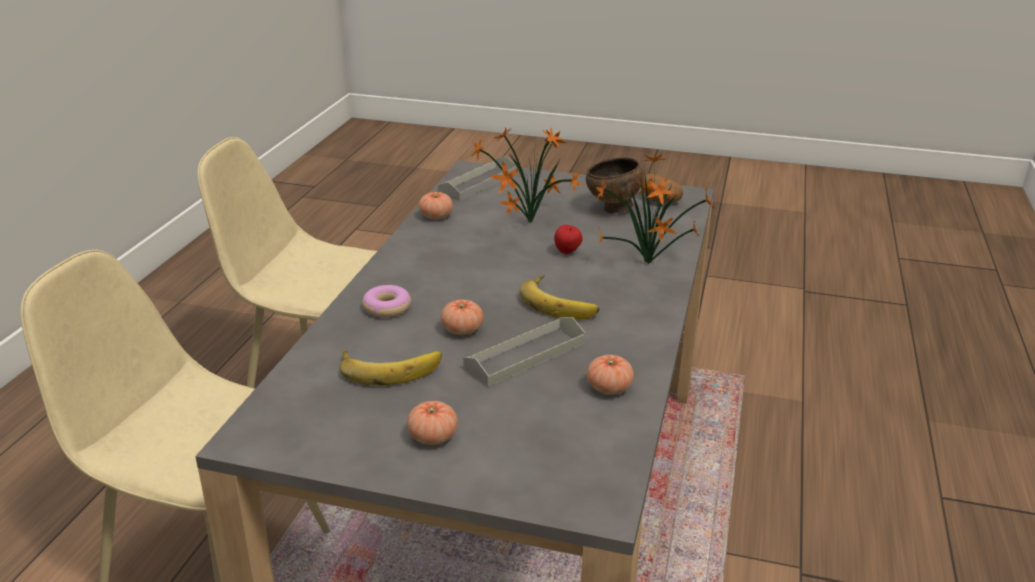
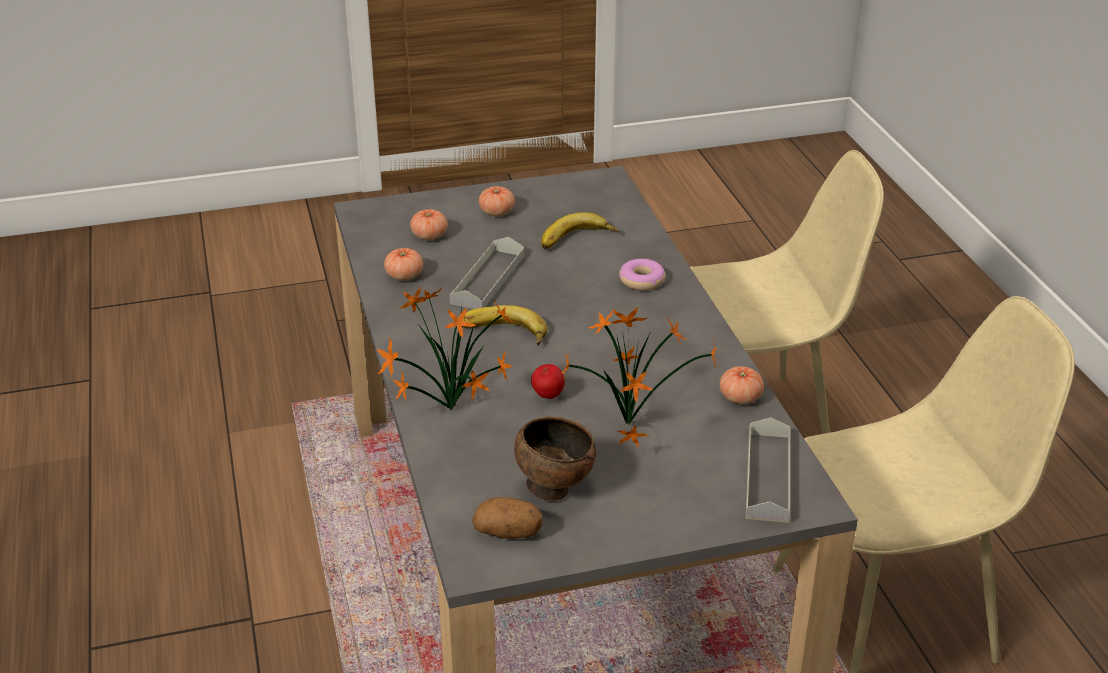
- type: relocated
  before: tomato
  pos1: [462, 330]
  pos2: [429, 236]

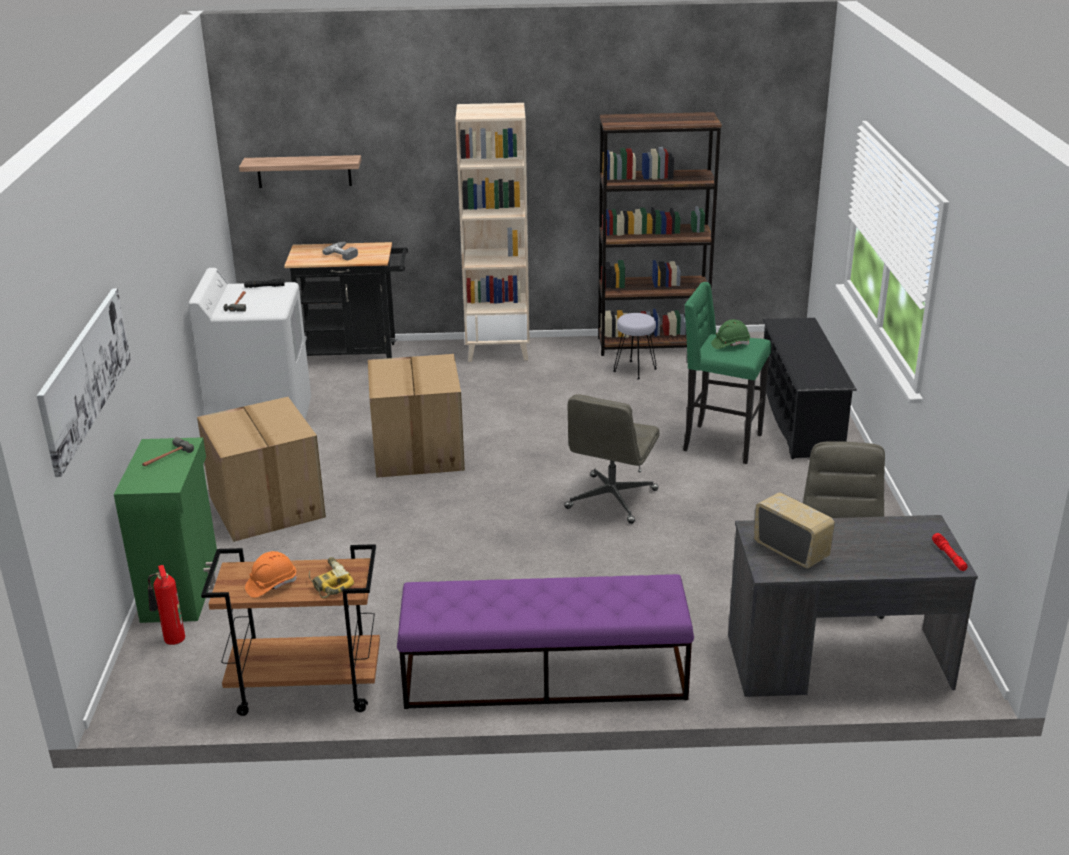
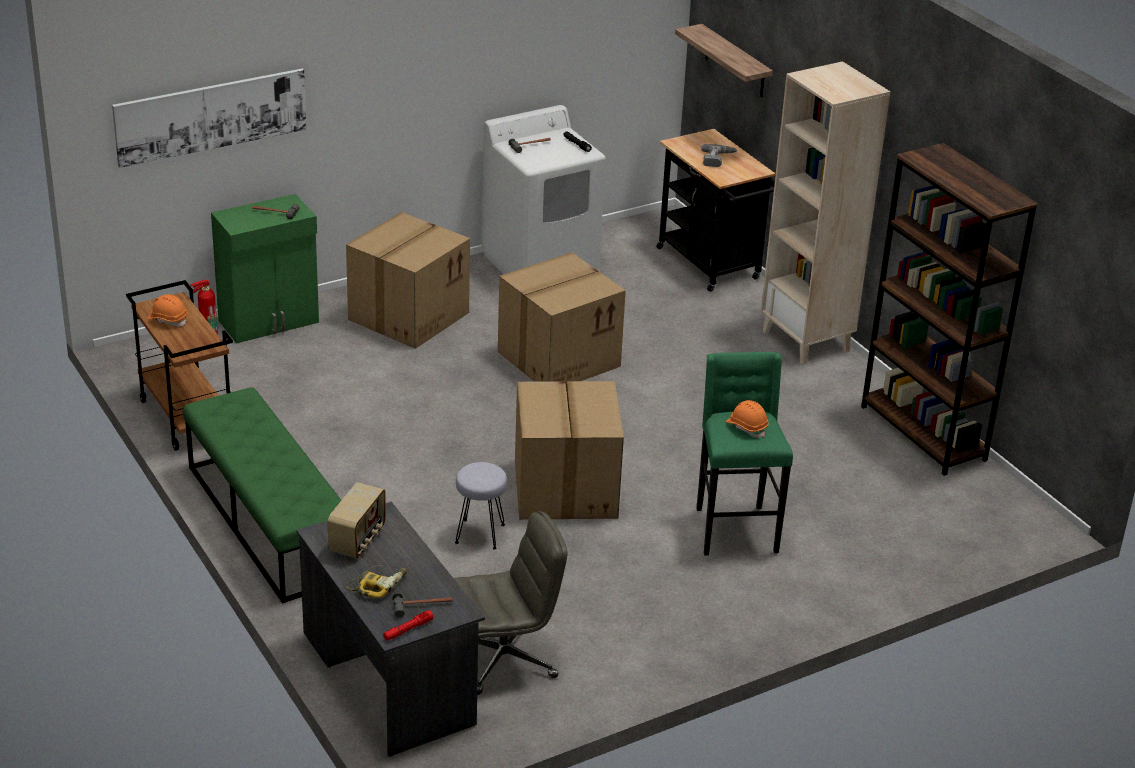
- type: missing
  before: black shoe shelf
  pos1: [800, 419]
- type: appeared
  after: tool hammer
  pos2: [422, 606]
- type: relocated
  before: drill
  pos1: [329, 583]
  pos2: [378, 585]
- type: relocated
  before: gray stool
  pos1: [635, 370]
  pos2: [480, 534]
- type: exchanged
  before: gray computer chair
  after: carton
  pos1: [611, 500]
  pos2: [563, 488]
- type: colour
  before: purple indoor bench
  after: greenish indoor bench
  pos1: [543, 676]
  pos2: [268, 522]
- type: colour
  before: greenish safety helmet
  after: orangey safety helmet
  pos1: [730, 344]
  pos2: [747, 427]

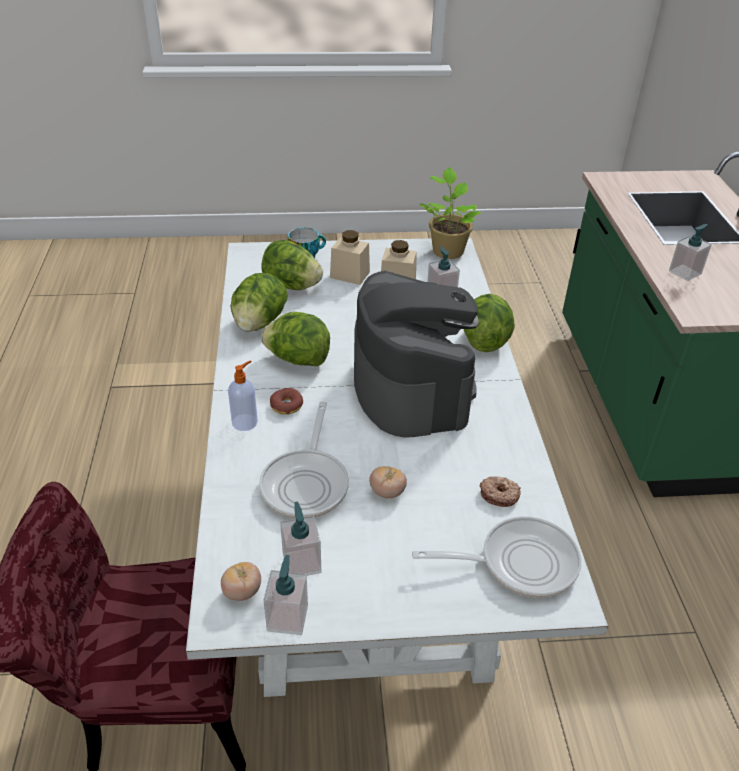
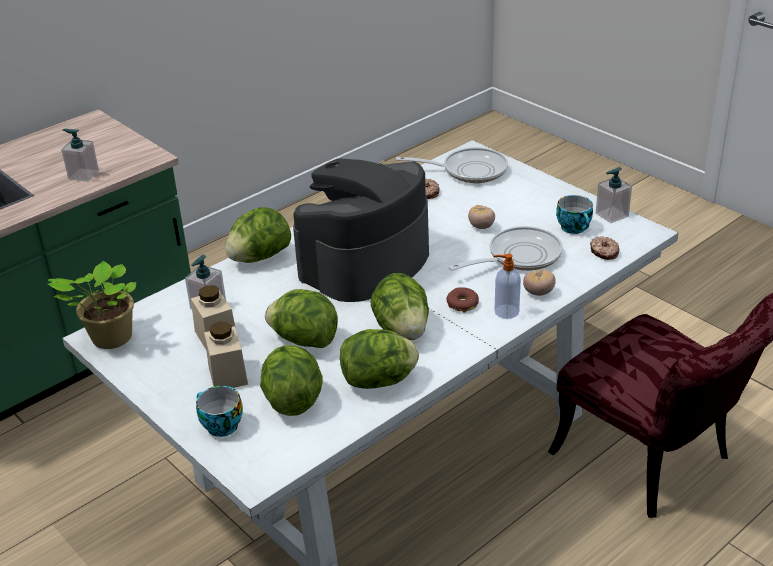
- type: appeared
  after: lettuce
  pos2: [304, 340]
- type: appeared
  after: donut
  pos2: [604, 252]
- type: relocated
  before: tomato
  pos1: [242, 591]
  pos2: [538, 292]
- type: exchanged
  before: soap dispenser
  after: small cup
  pos1: [301, 563]
  pos2: [575, 228]
- type: spun
  before: frying pan
  pos1: [519, 562]
  pos2: [468, 170]
  turn: 135

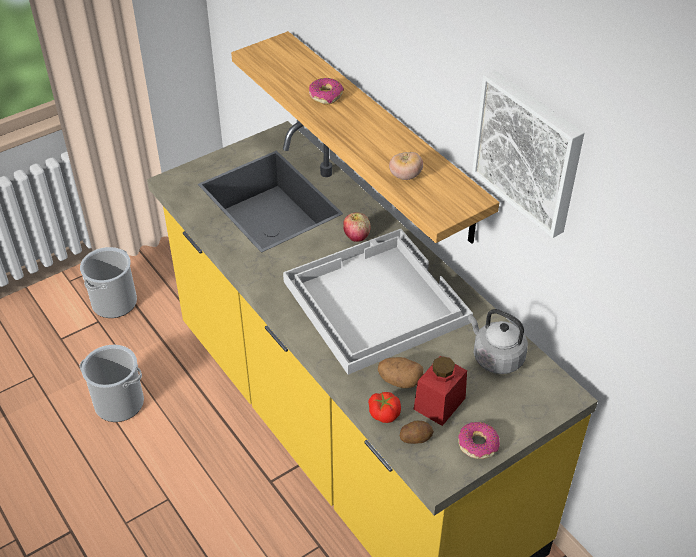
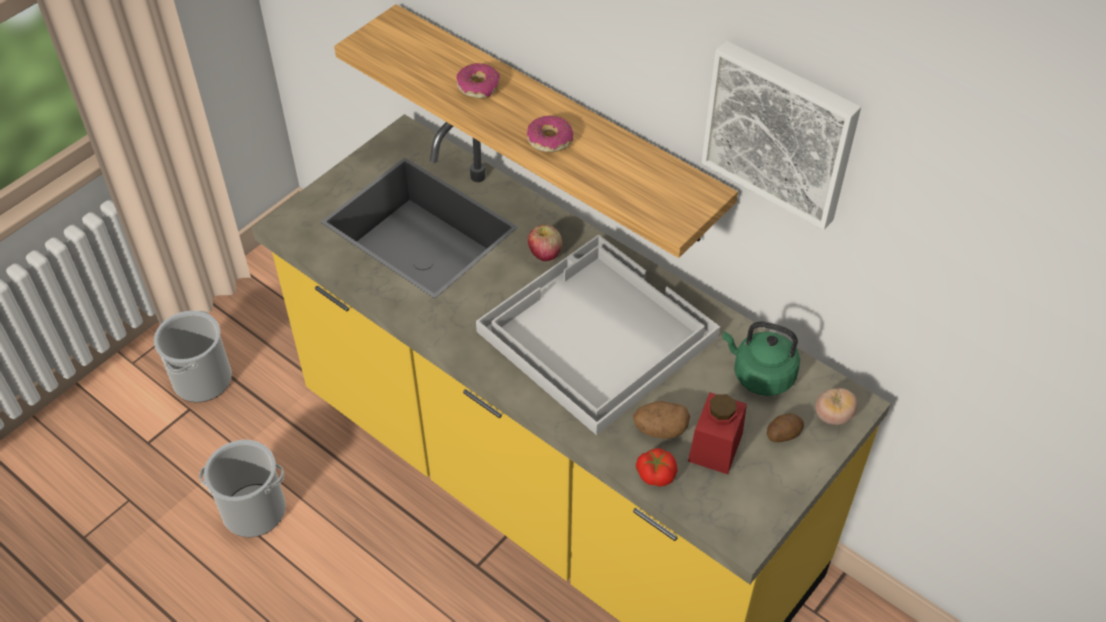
- type: relocated
  before: tomato
  pos1: [405, 176]
  pos2: [833, 416]
- type: relocated
  before: spud
  pos1: [415, 437]
  pos2: [783, 434]
- type: relocated
  before: donut
  pos1: [478, 444]
  pos2: [549, 140]
- type: colour
  before: gray water kettle
  after: greenish water kettle
  pos1: [495, 357]
  pos2: [760, 375]

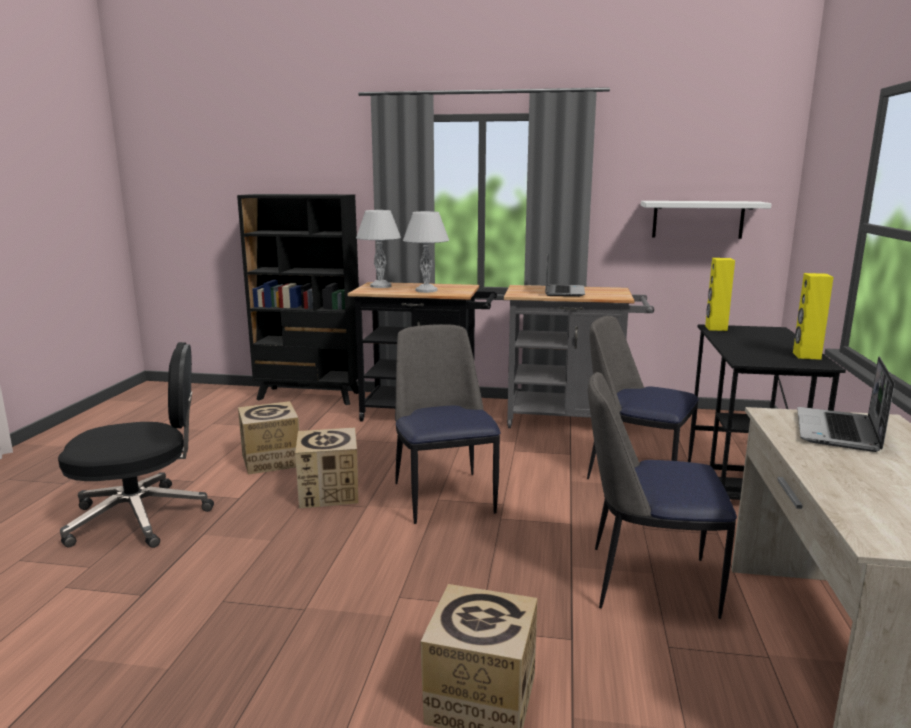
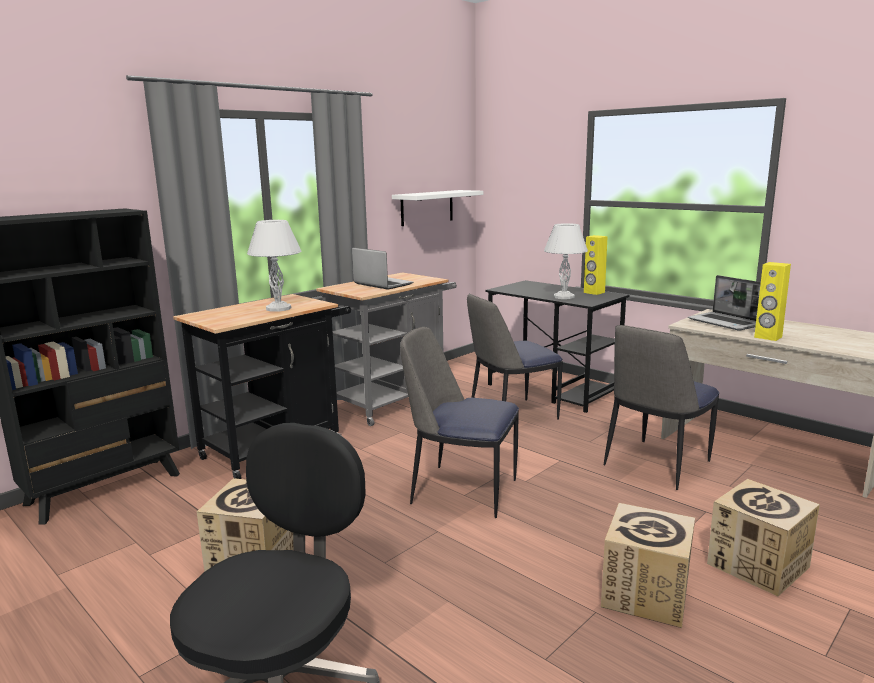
- type: relocated
  before: carton
  pos1: [329, 492]
  pos2: [645, 594]
- type: relocated
  before: white-coloured table lamp
  pos1: [380, 286]
  pos2: [564, 297]
- type: relocated
  before: yellow-coloured speaker
  pos1: [715, 328]
  pos2: [768, 337]

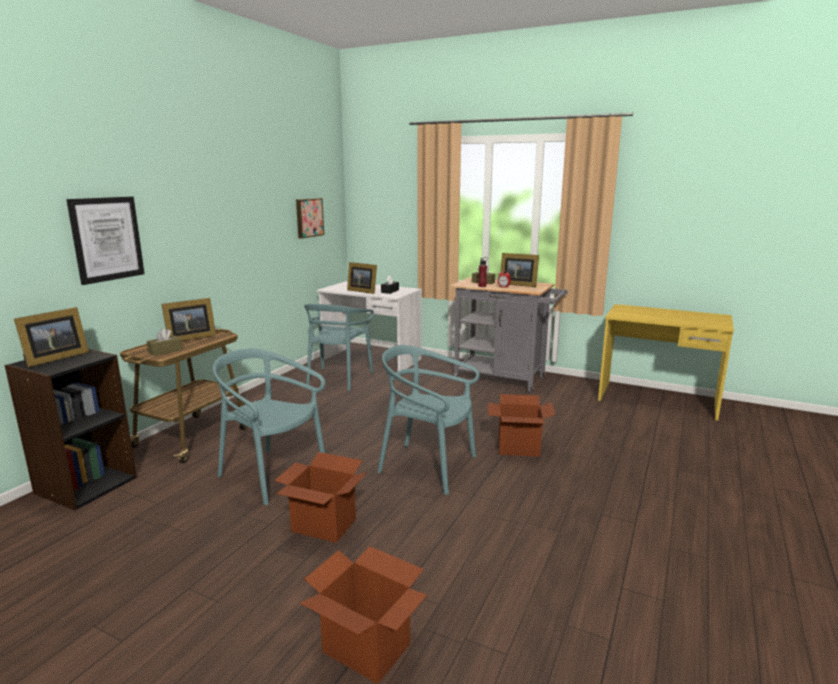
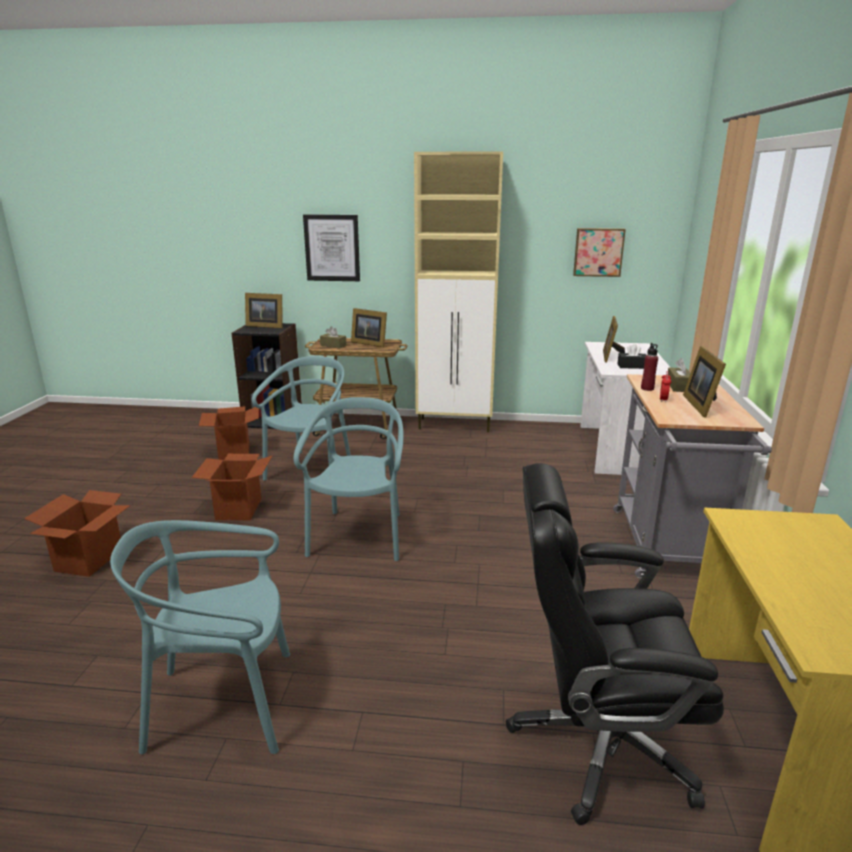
- type: appeared
  after: beige-coloured cupboard
  pos2: [455, 425]
- type: appeared
  after: black computer chair
  pos2: [598, 742]
- type: relocated
  before: turquoise plain chair
  pos1: [338, 379]
  pos2: [223, 704]
- type: relocated
  before: carton
  pos1: [518, 448]
  pos2: [234, 452]

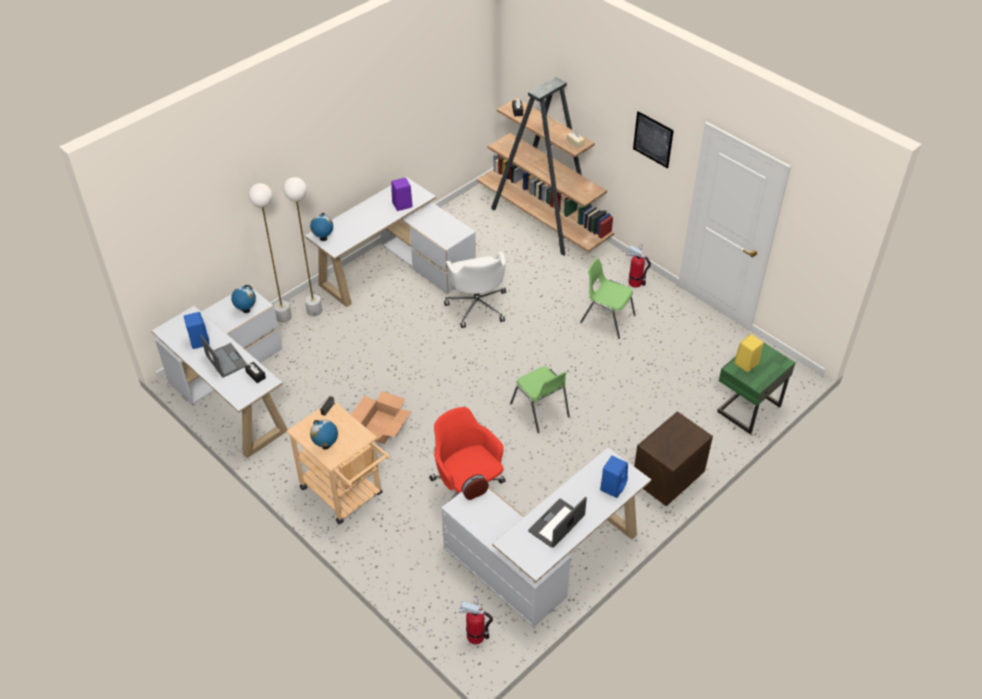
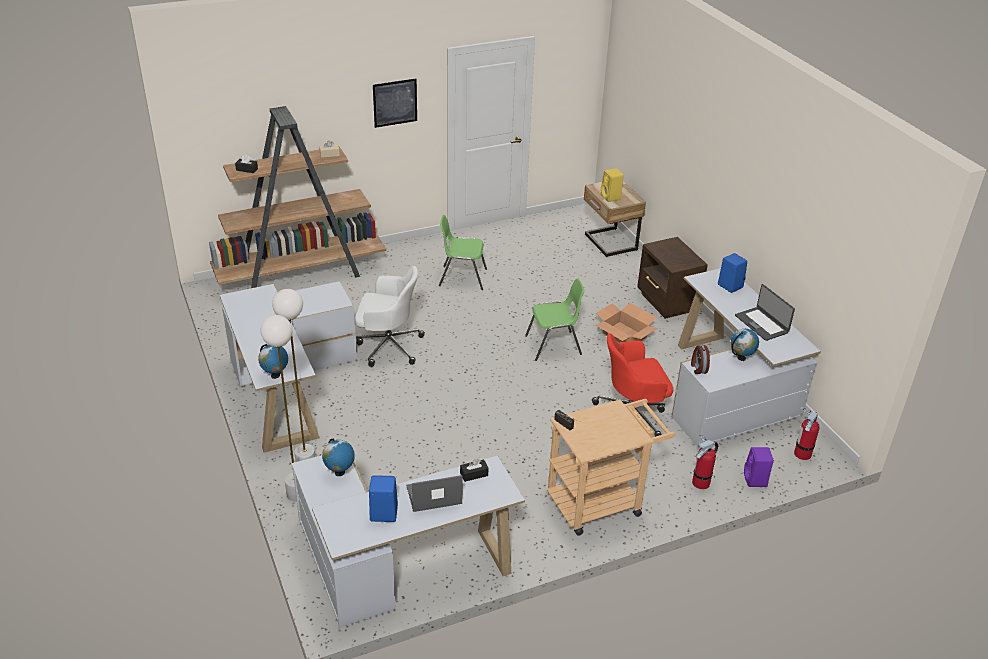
- type: relocated
  before: desk globe
  pos1: [326, 446]
  pos2: [741, 358]
- type: relocated
  before: carton
  pos1: [380, 427]
  pos2: [624, 335]
- type: relocated
  before: purple speaker
  pos1: [401, 205]
  pos2: [755, 480]
- type: relocated
  before: fire-fighting cylinder
  pos1: [635, 283]
  pos2: [701, 482]
- type: colour
  before: greenish bedside table
  after: beige-coloured bedside table
  pos1: [747, 408]
  pos2: [609, 243]
- type: spun
  before: greenish plain chair
  pos1: [606, 318]
  pos2: [462, 277]
  turn: 45

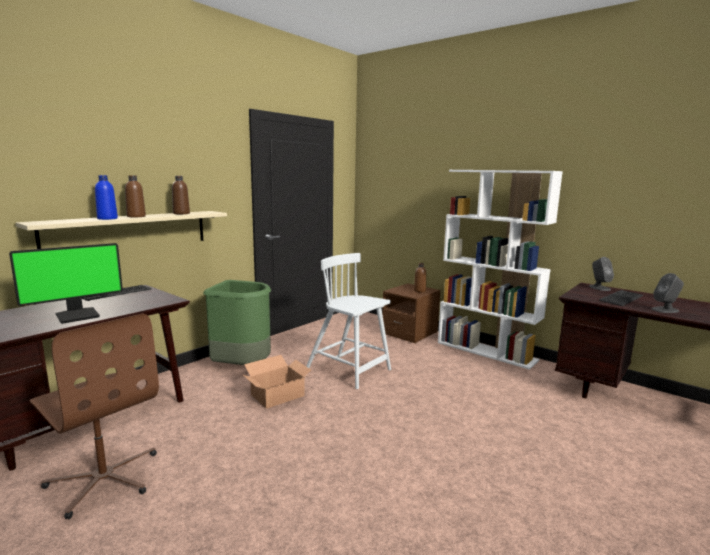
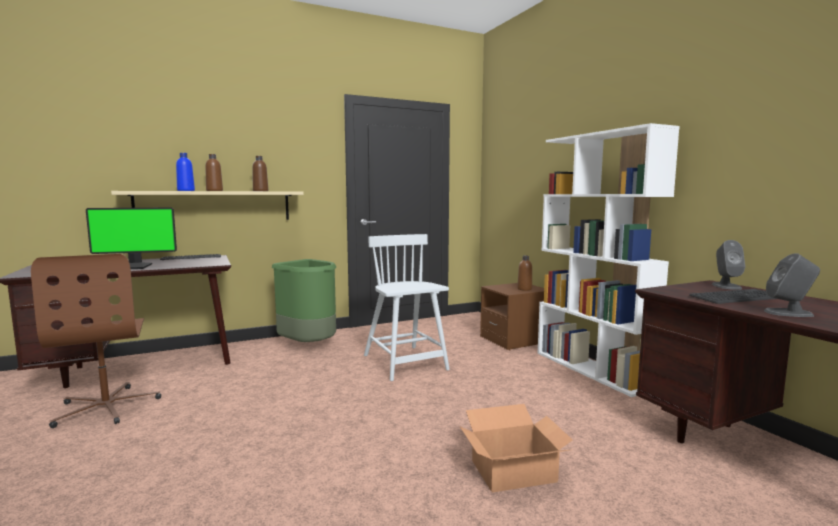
- type: relocated
  before: carton
  pos1: [278, 395]
  pos2: [514, 471]

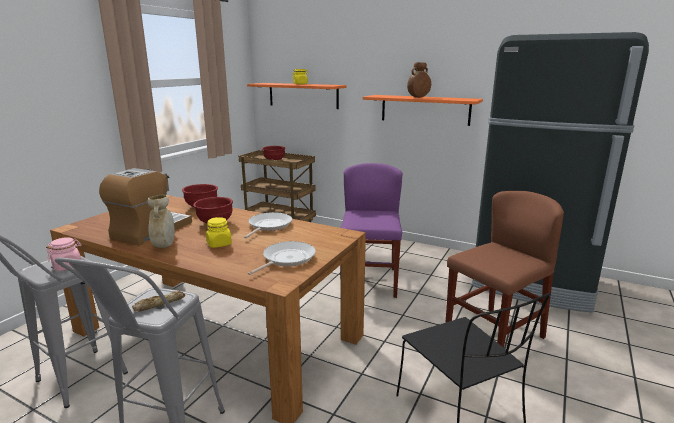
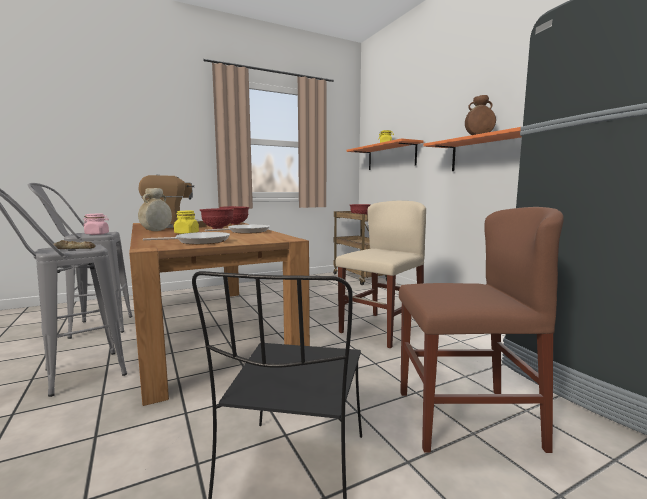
- type: colour
  before: purple plain chair
  after: beige-coloured plain chair
  pos1: [369, 281]
  pos2: [381, 329]

